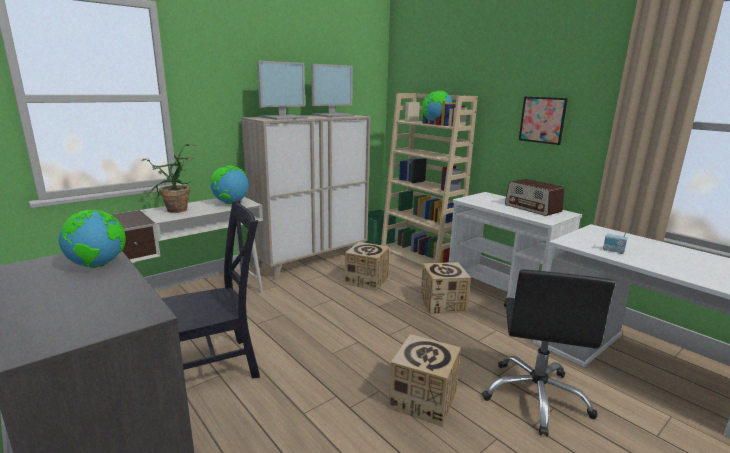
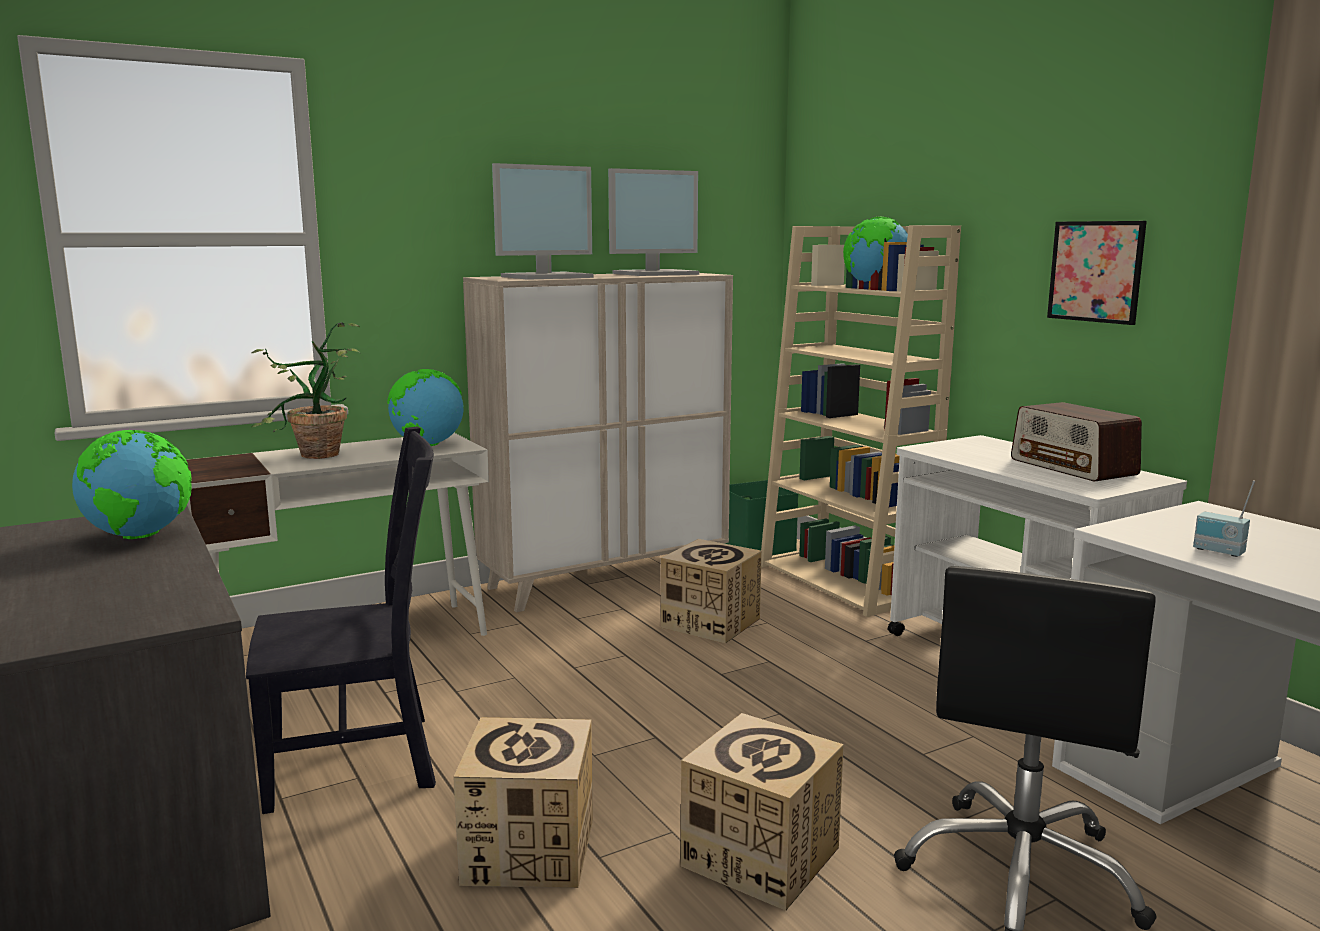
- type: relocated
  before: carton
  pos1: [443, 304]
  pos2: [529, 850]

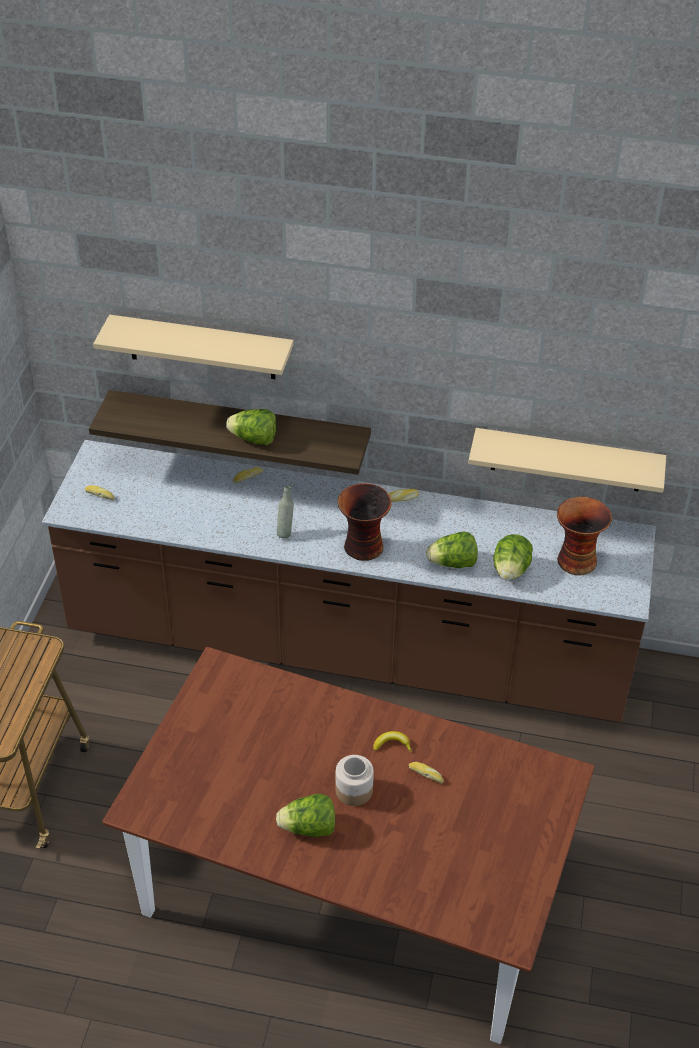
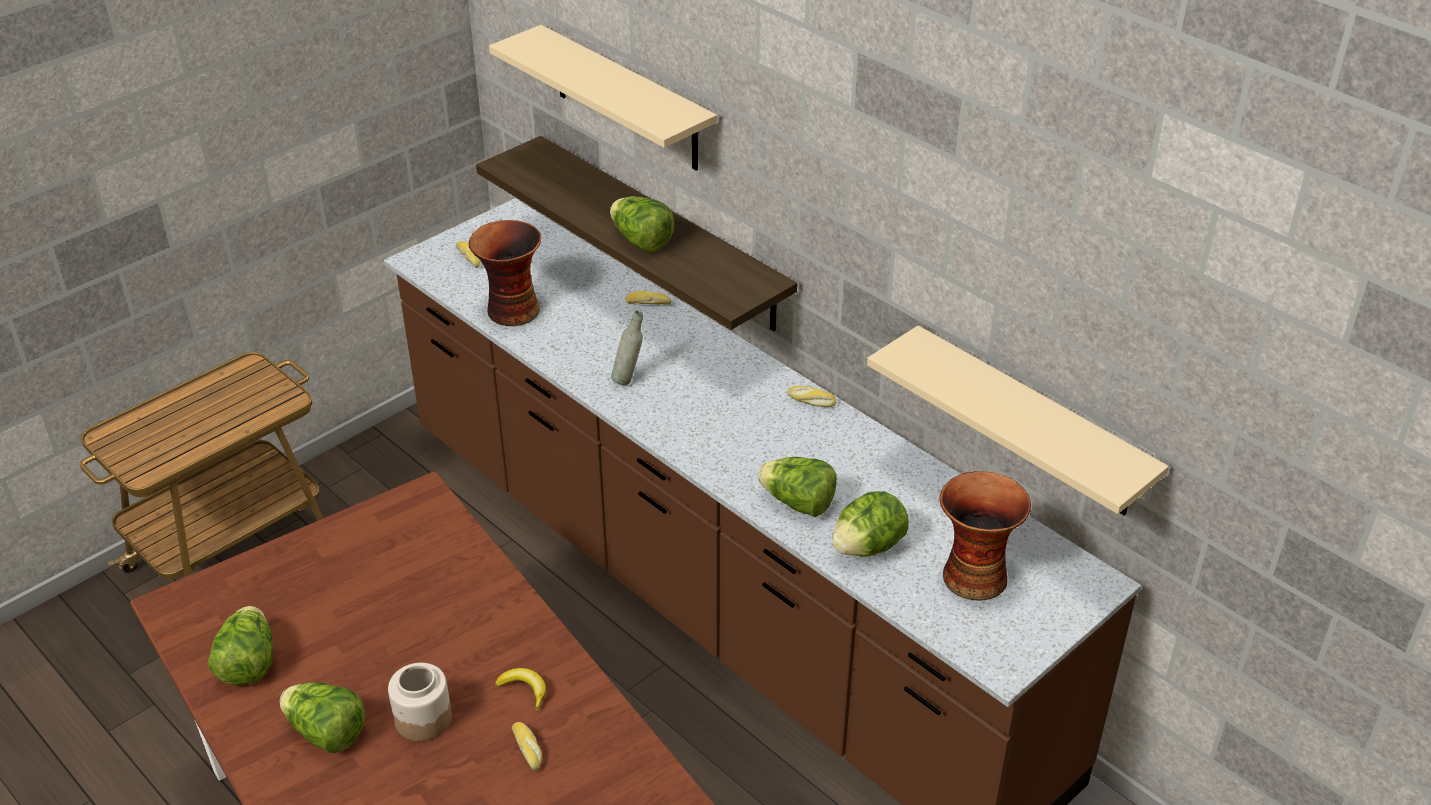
- type: appeared
  after: lettuce
  pos2: [248, 663]
- type: relocated
  before: flower vase
  pos1: [363, 548]
  pos2: [511, 311]

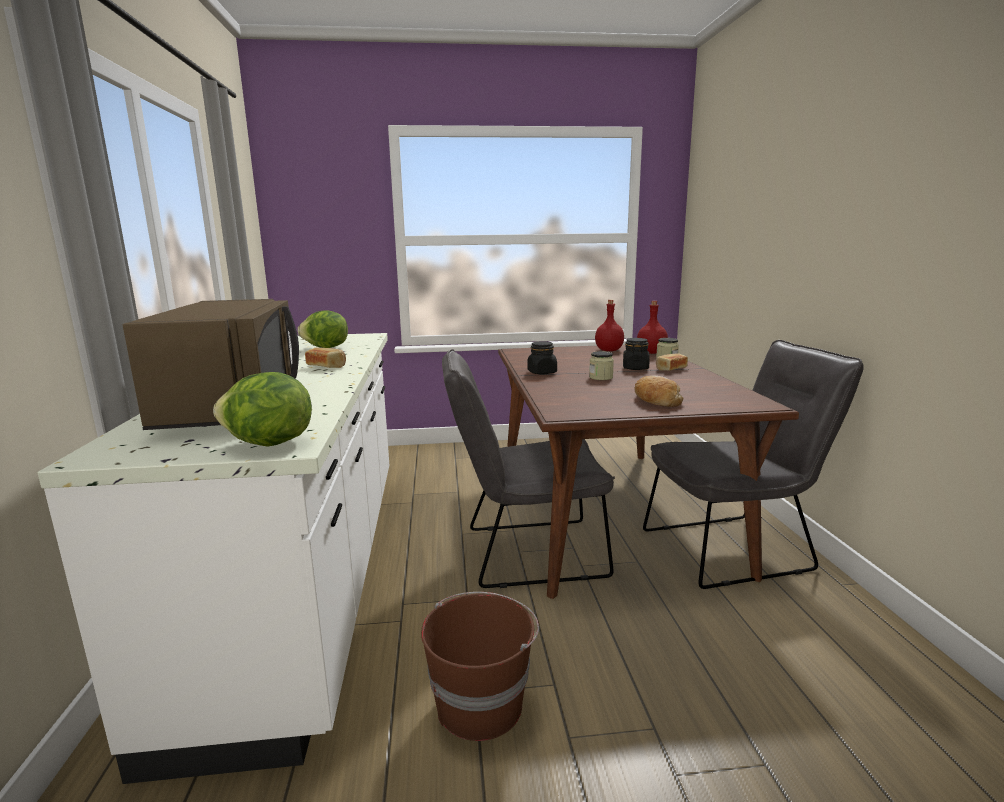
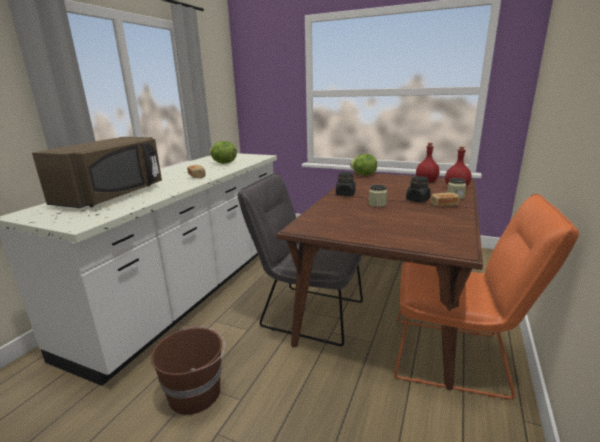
- type: missing
  before: bakery bread
  pos1: [655, 400]
- type: relocated
  before: lettuce
  pos1: [269, 444]
  pos2: [363, 175]
- type: colour
  before: gray plain chair
  after: orangey plain chair
  pos1: [735, 548]
  pos2: [457, 357]

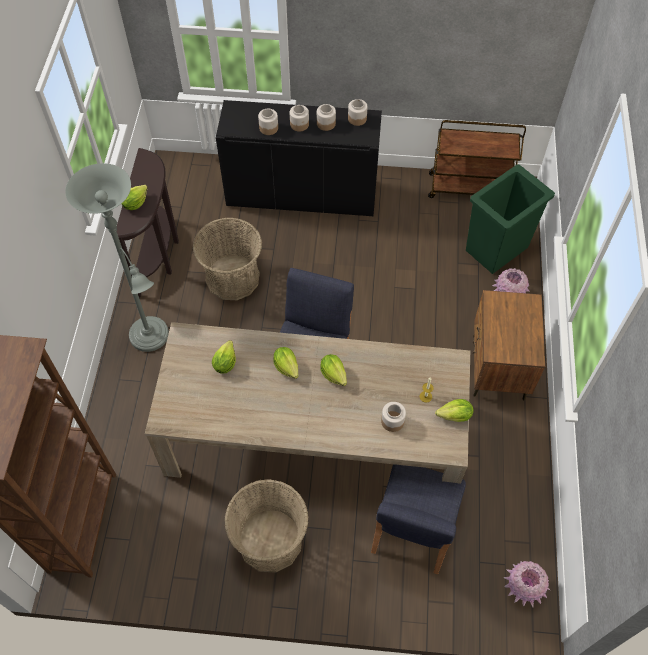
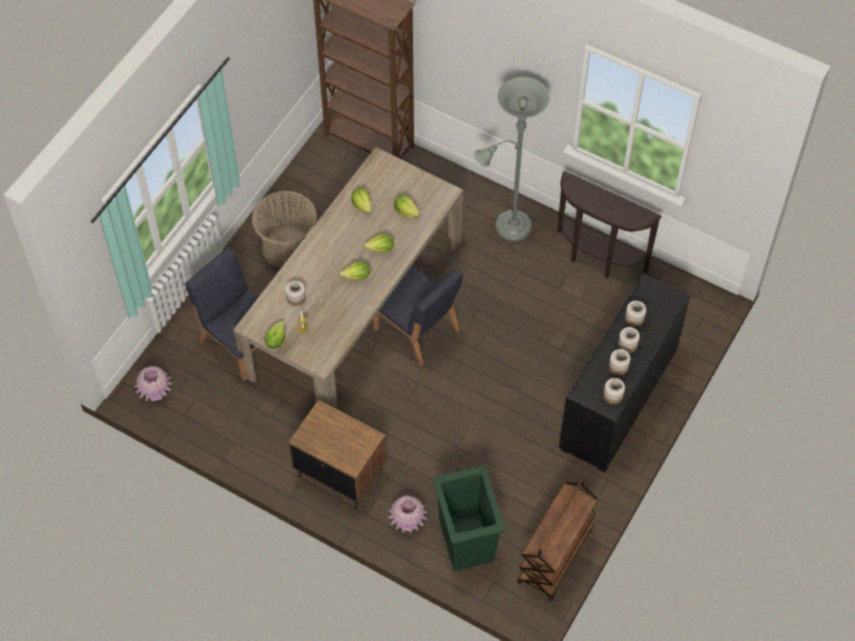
- type: missing
  before: basket
  pos1: [232, 278]
- type: relocated
  before: lettuce
  pos1: [135, 203]
  pos2: [362, 205]

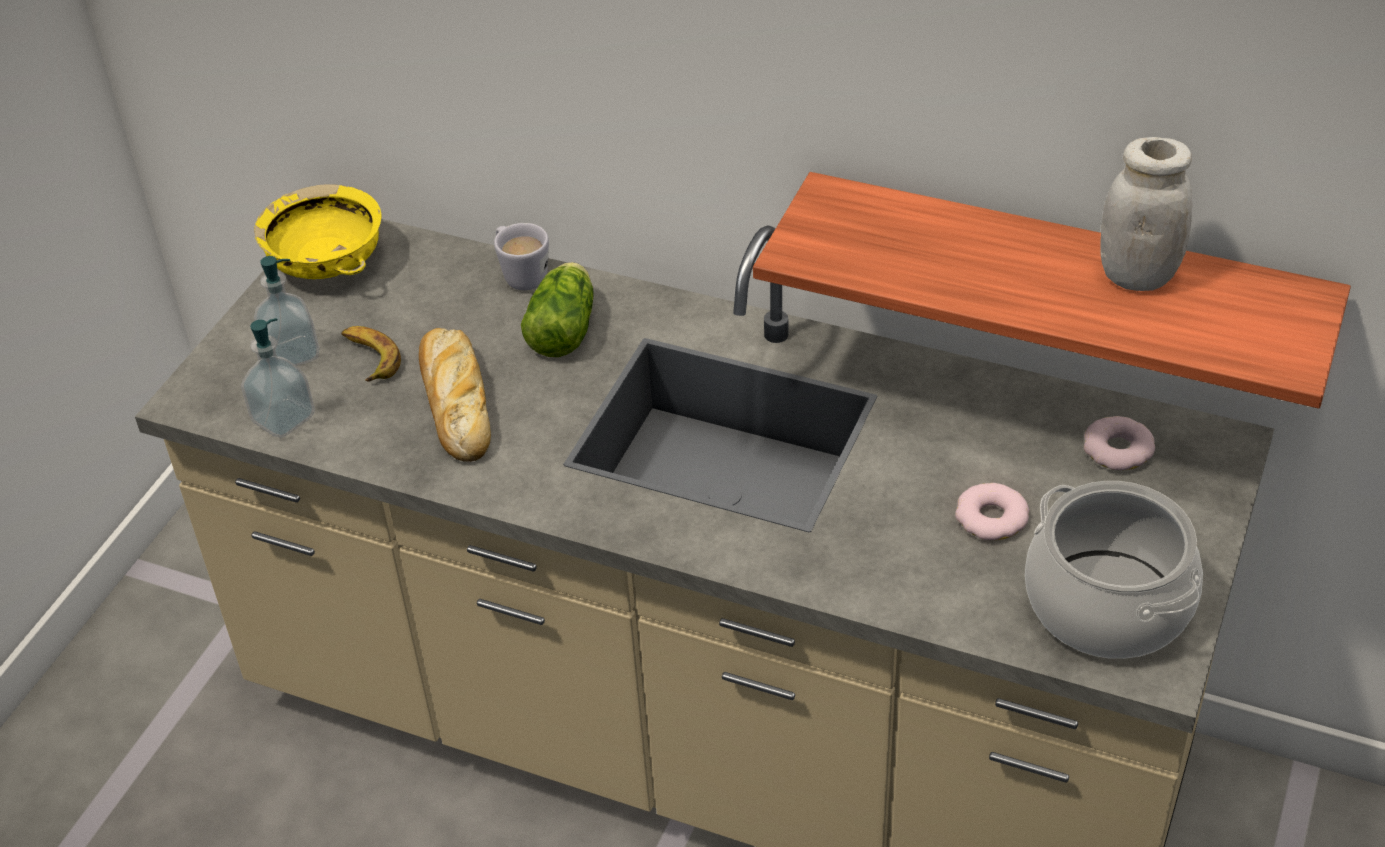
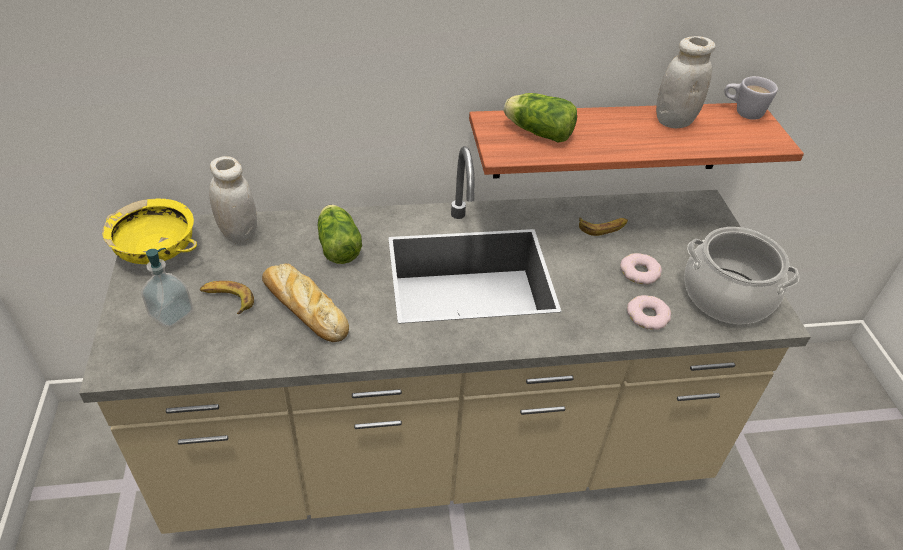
- type: missing
  before: soap dispenser
  pos1: [283, 419]
- type: appeared
  after: white-coloured preserve jar
  pos2: [239, 234]
- type: appeared
  after: lettuce
  pos2: [536, 131]
- type: appeared
  after: whole banana
  pos2: [603, 228]
- type: relocated
  before: white-coloured mug
  pos1: [521, 274]
  pos2: [742, 112]
- type: relocated
  before: donut
  pos1: [1117, 450]
  pos2: [647, 316]

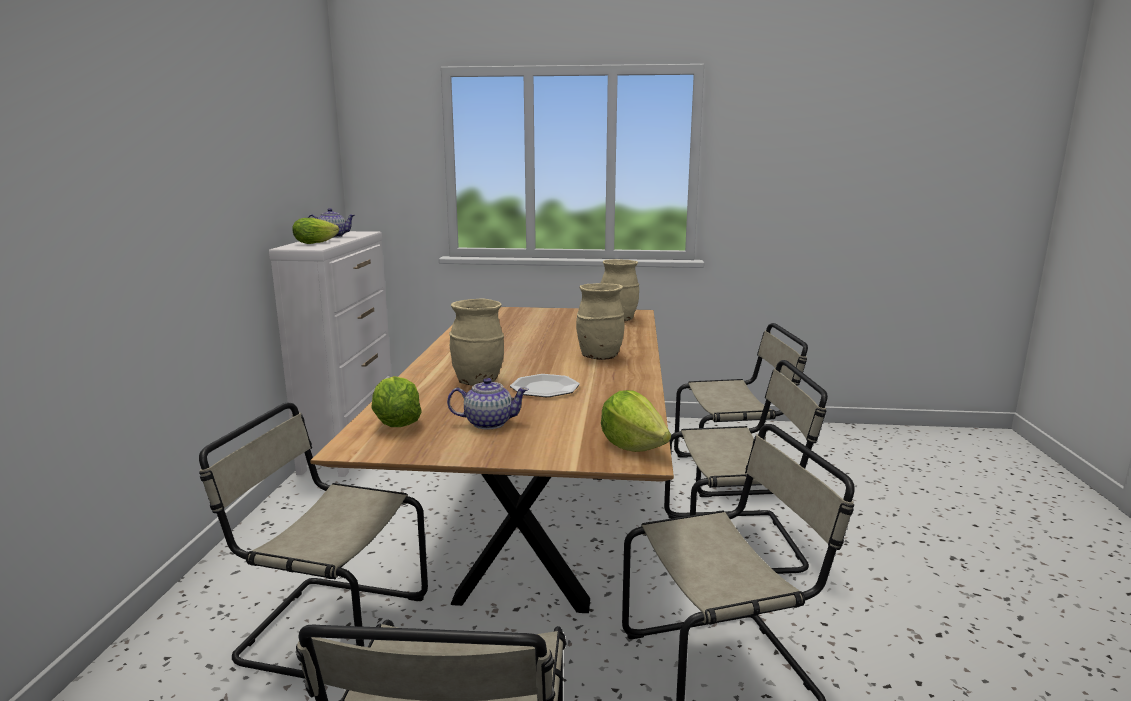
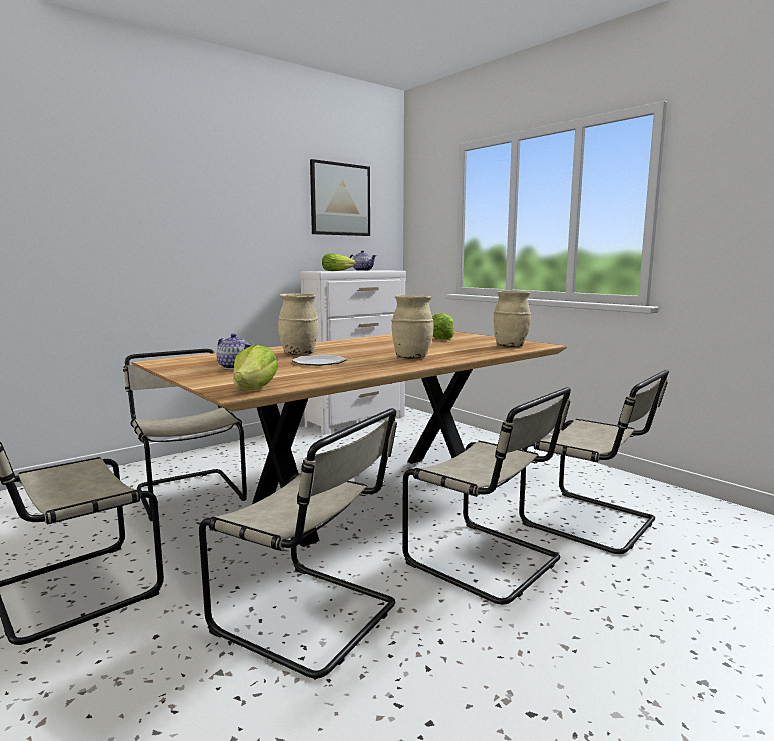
- type: appeared
  after: picture
  pos2: [340, 199]
- type: relocated
  before: lettuce
  pos1: [396, 424]
  pos2: [441, 339]

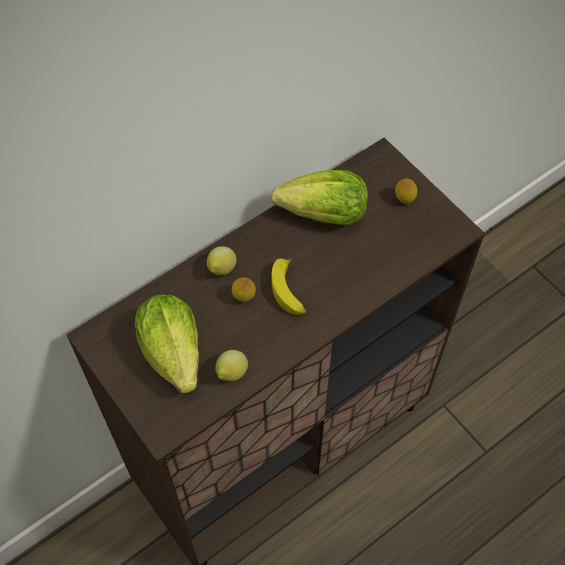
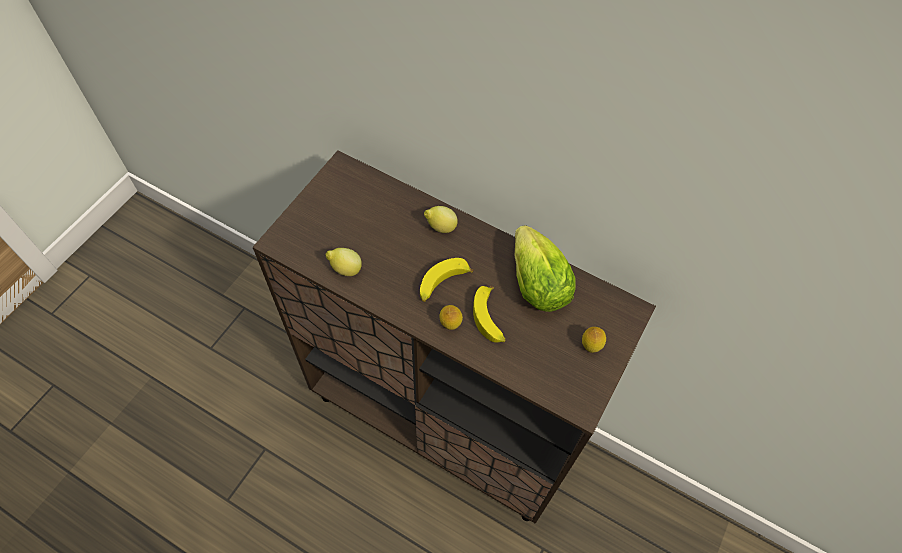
- type: missing
  before: lettuce
  pos1: [173, 352]
- type: appeared
  after: whole banana
  pos2: [489, 319]
- type: relocated
  before: citrus fruit
  pos1: [244, 298]
  pos2: [450, 324]

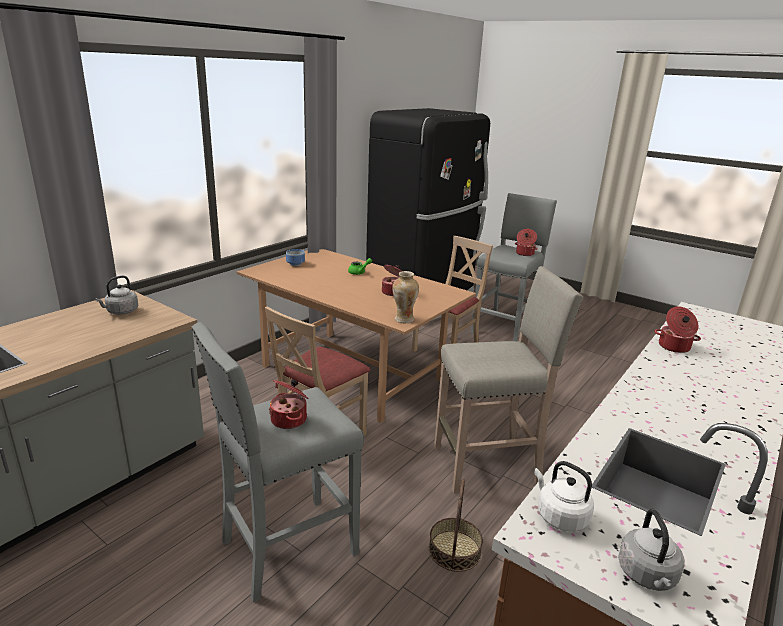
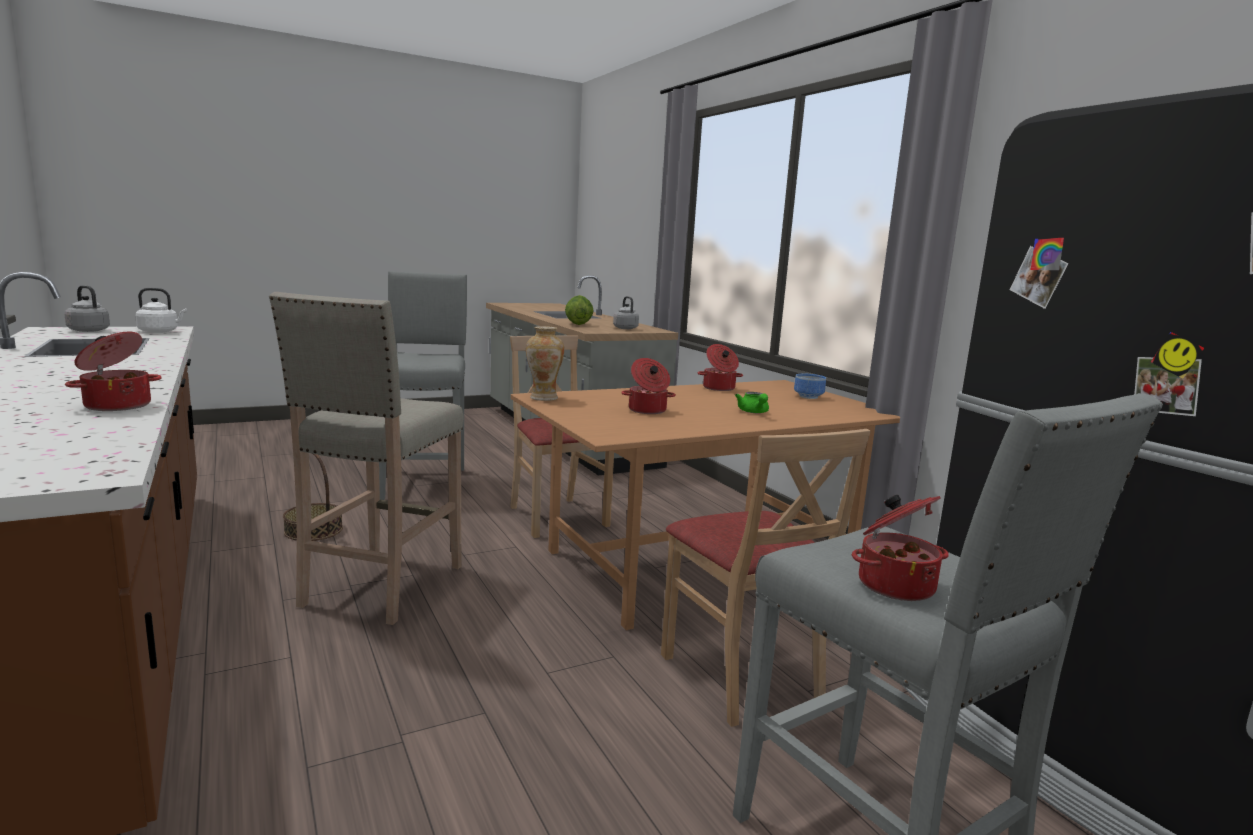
- type: appeared
  after: lettuce
  pos2: [578, 324]
- type: relocated
  before: saucepot
  pos1: [290, 419]
  pos2: [719, 388]

